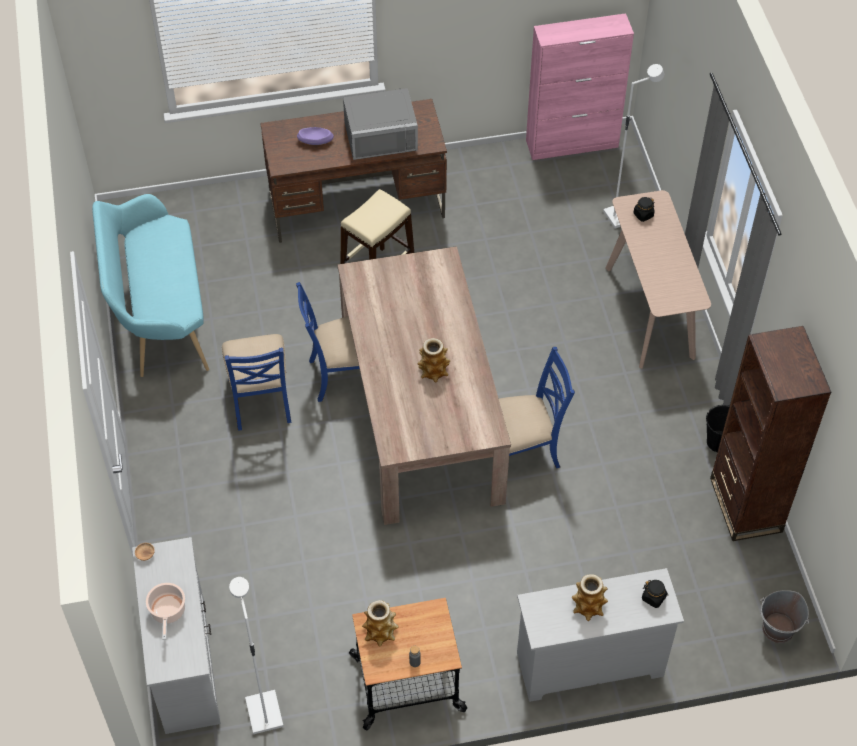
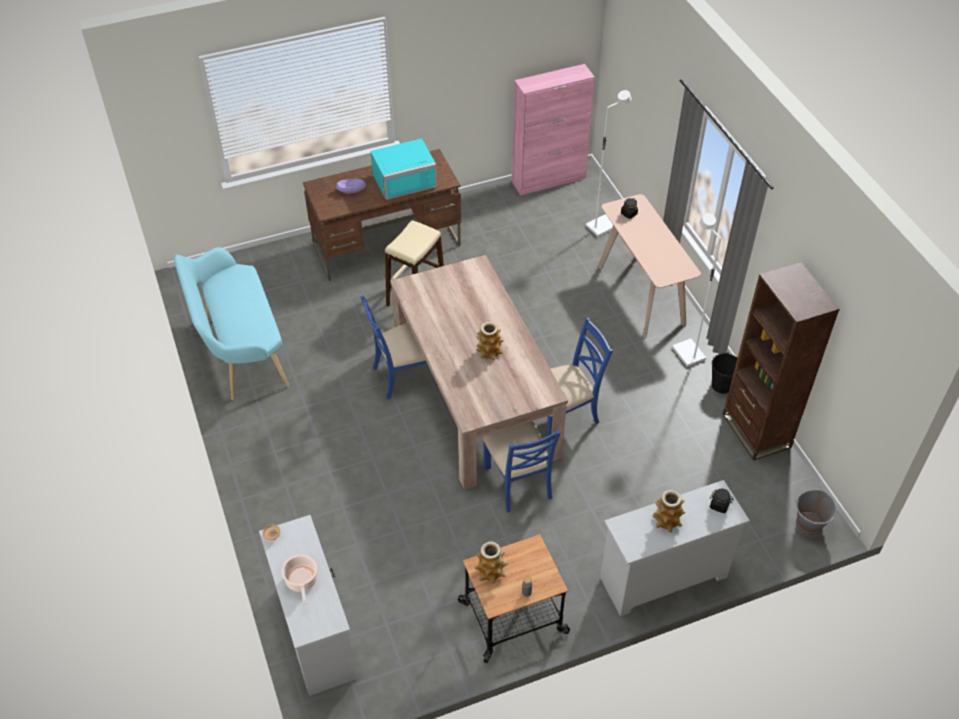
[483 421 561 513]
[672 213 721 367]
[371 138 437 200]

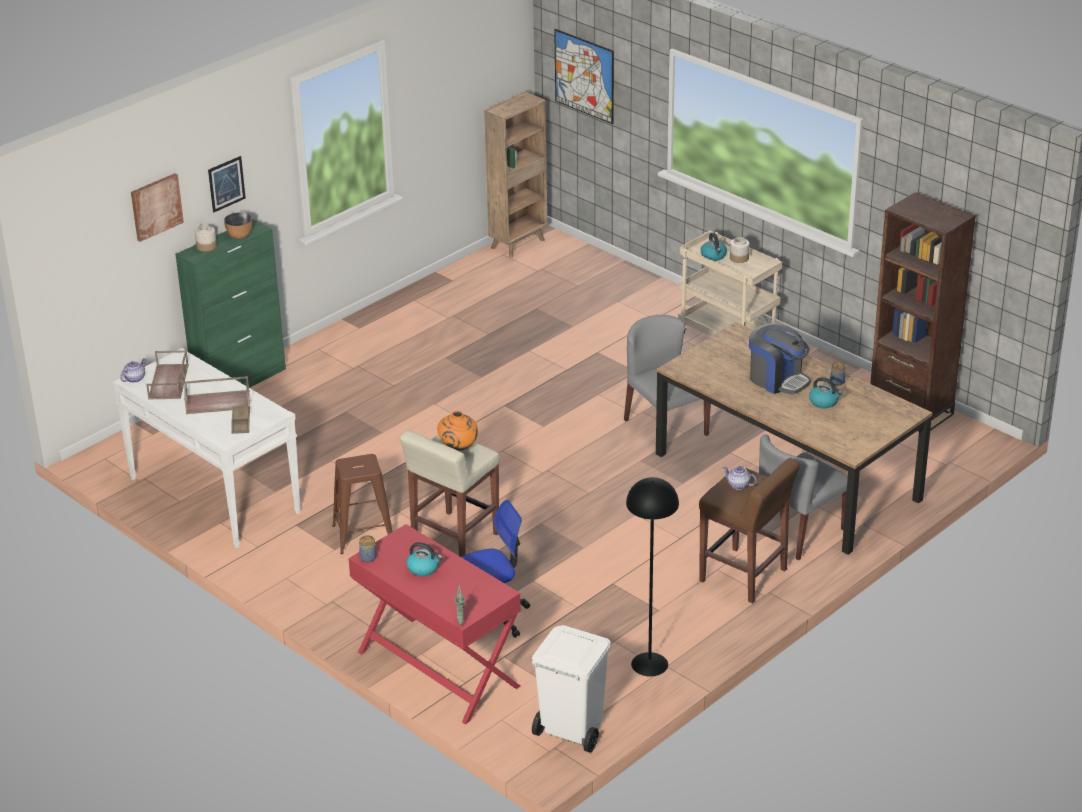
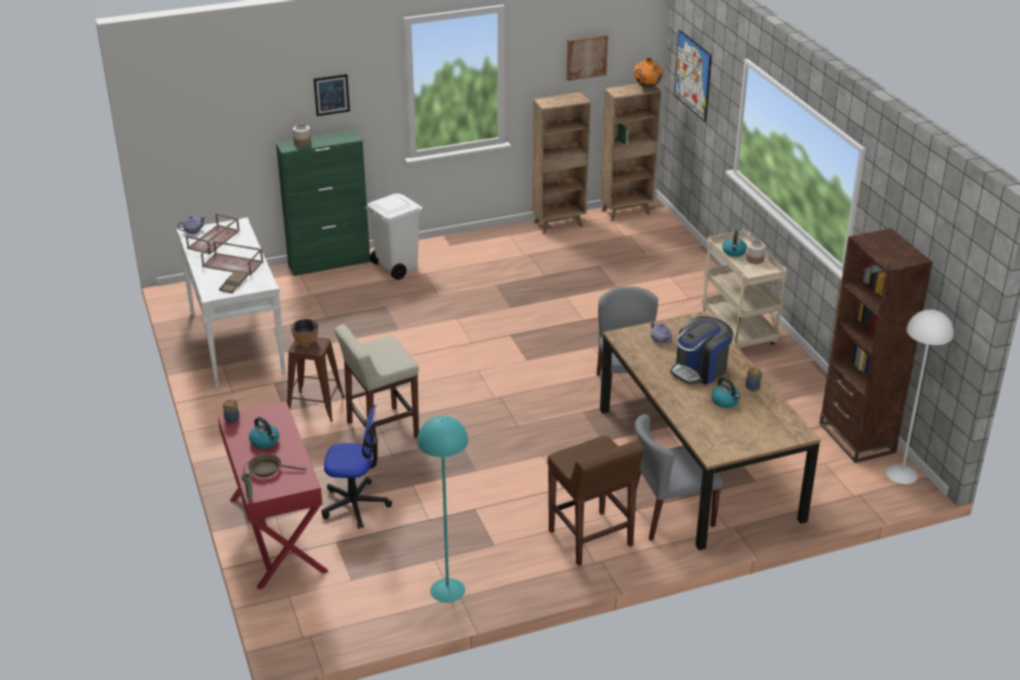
[566 34 608 81]
[291 319 318 345]
[634 58 663 89]
[365 194 422 280]
[417 416 468 603]
[650 321 672 343]
[670 316 733 385]
[248 454 306 477]
[532 92 590 234]
[886 309 954 484]

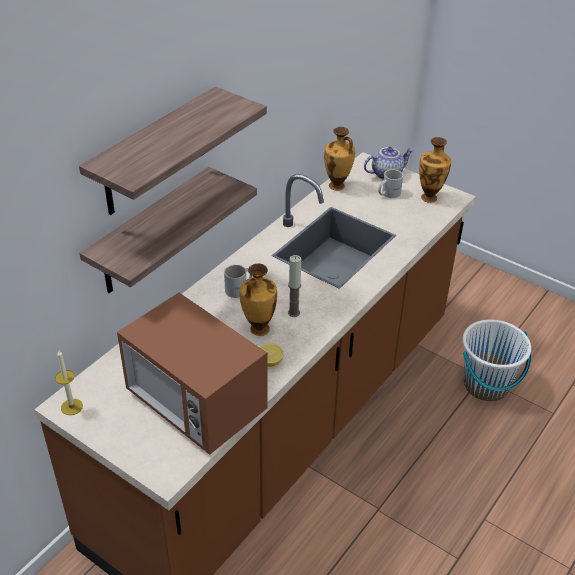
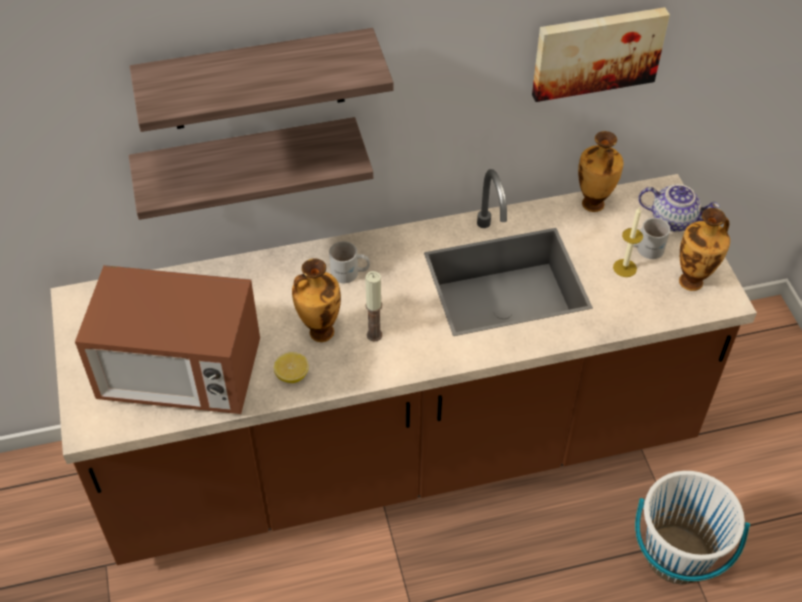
[613 206 643 277]
[75 265 260 414]
[532 7 670 102]

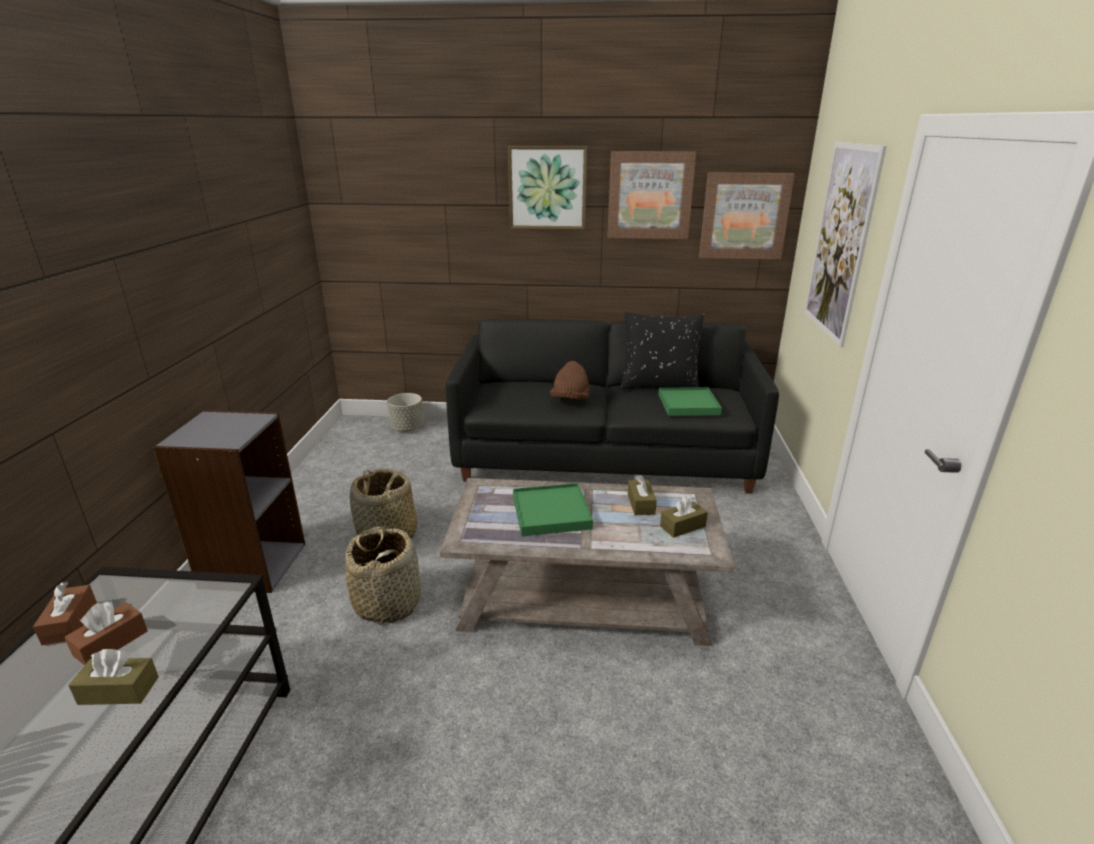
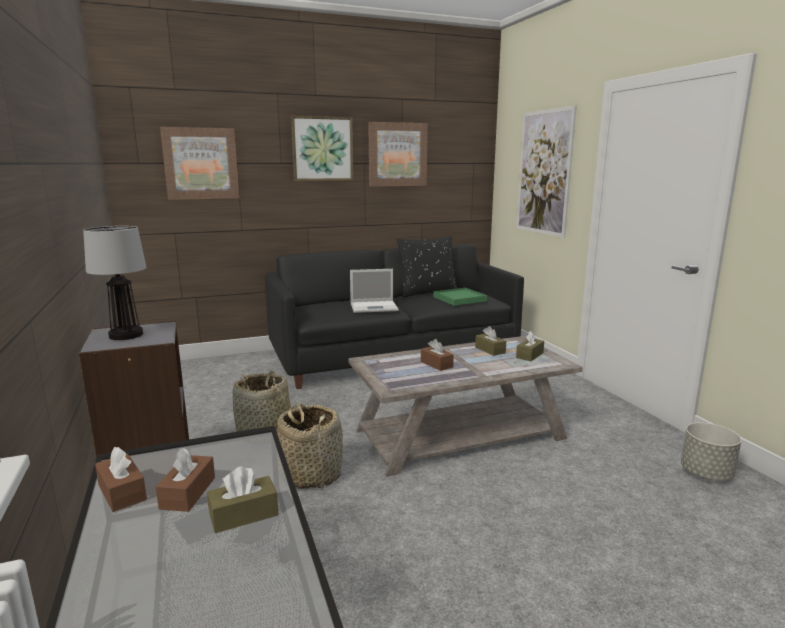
[681 423 742 481]
[421 339 454 371]
[350 269 399 313]
[160 127 240 200]
[83 226 146 340]

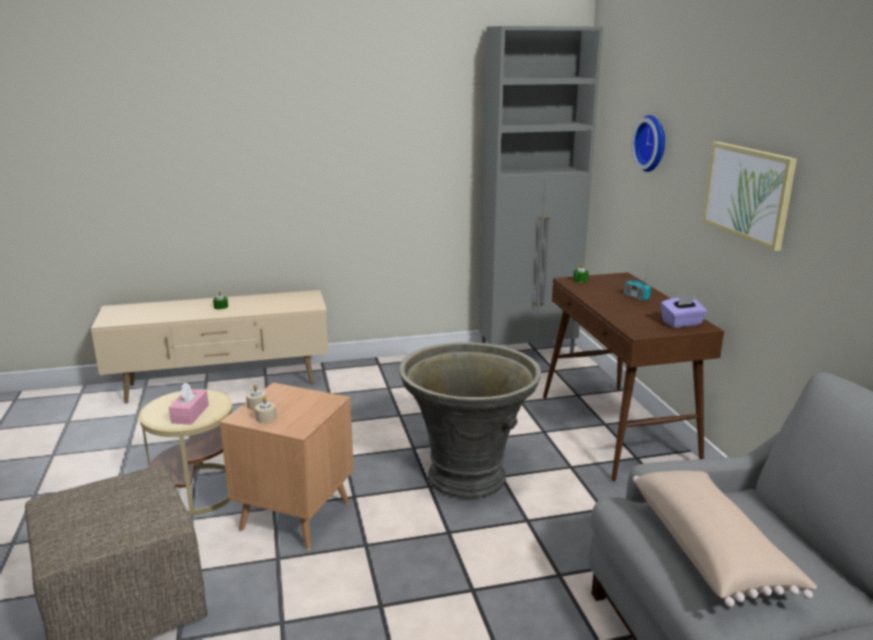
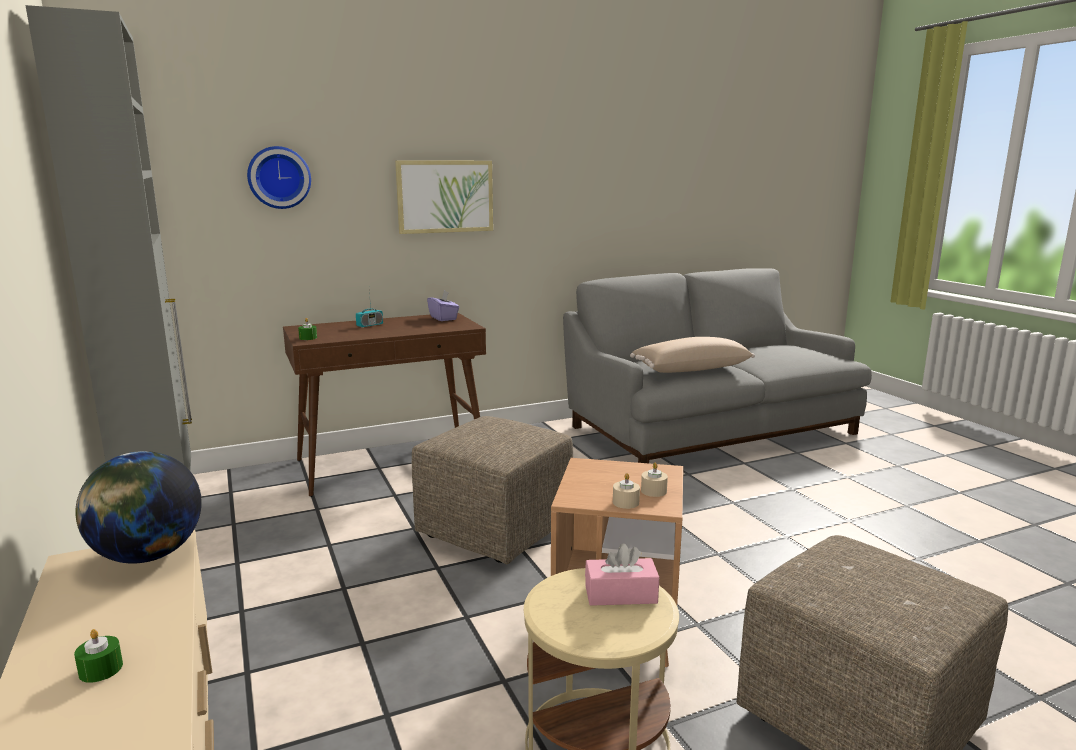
[412 416 573 565]
[75 451 202 563]

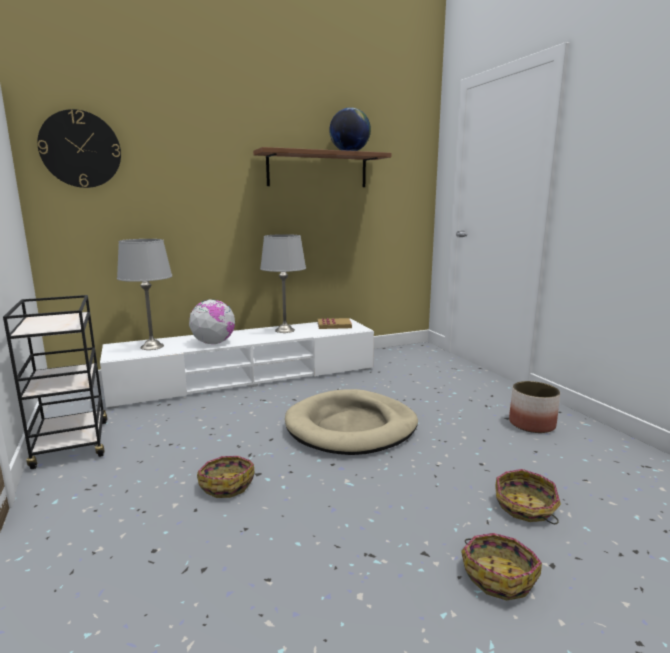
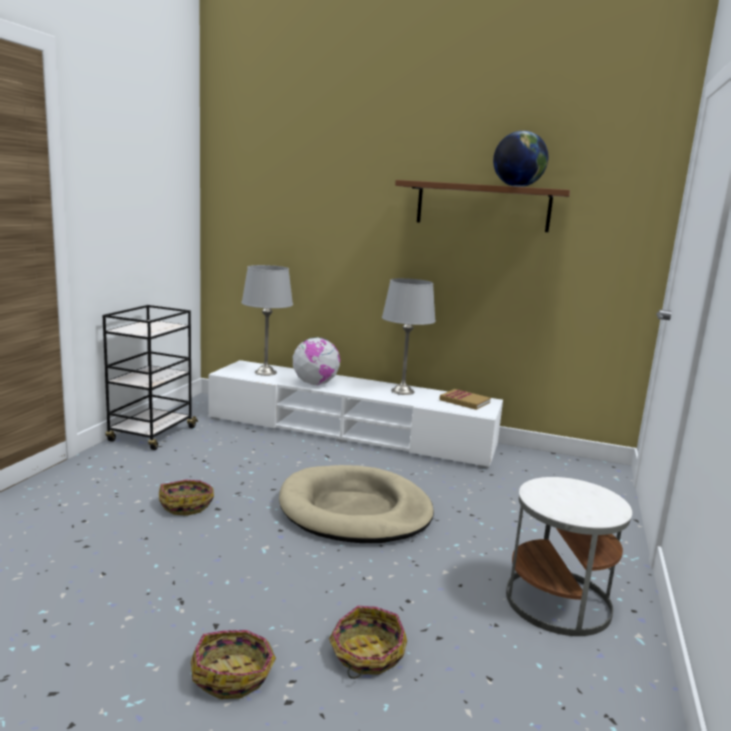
[37 109 121 188] (first image)
[506 477 632 636]

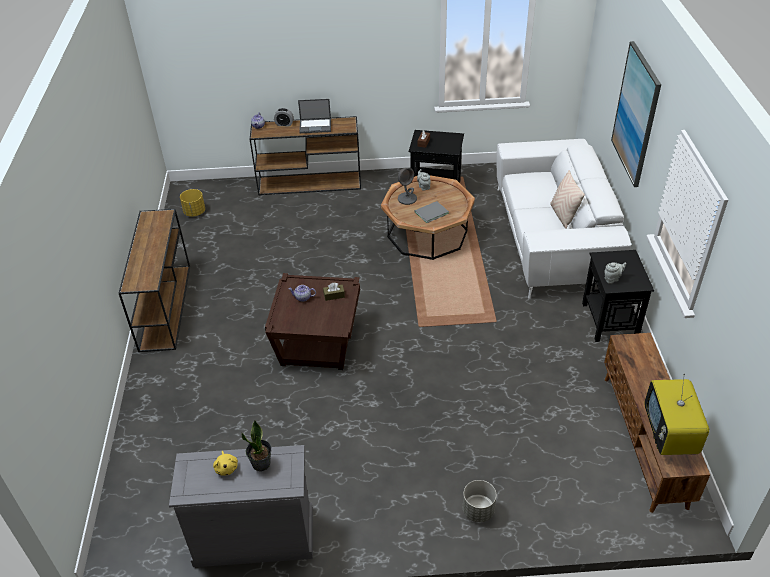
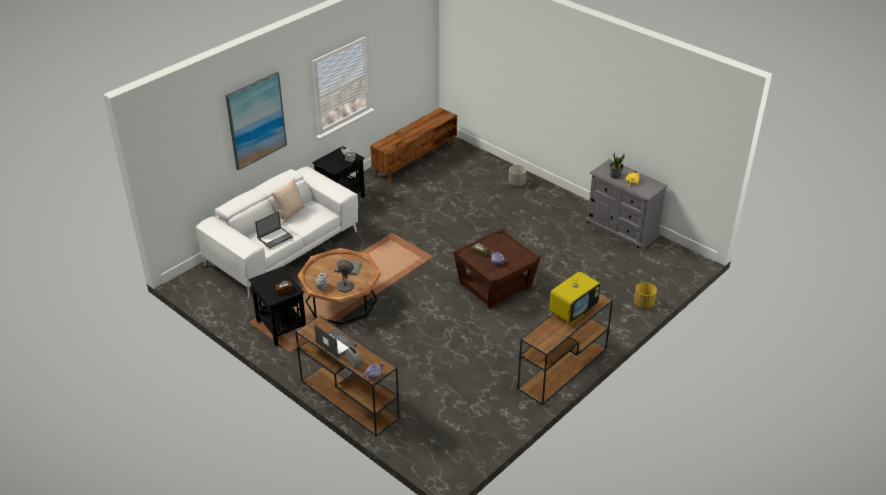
[634 282 657 308]
[549 268 601 324]
[255 211 293 249]

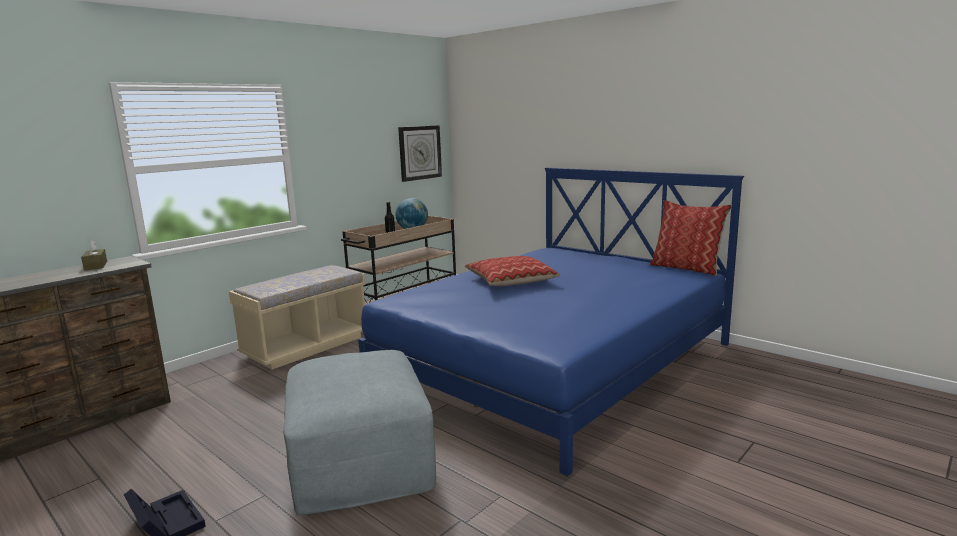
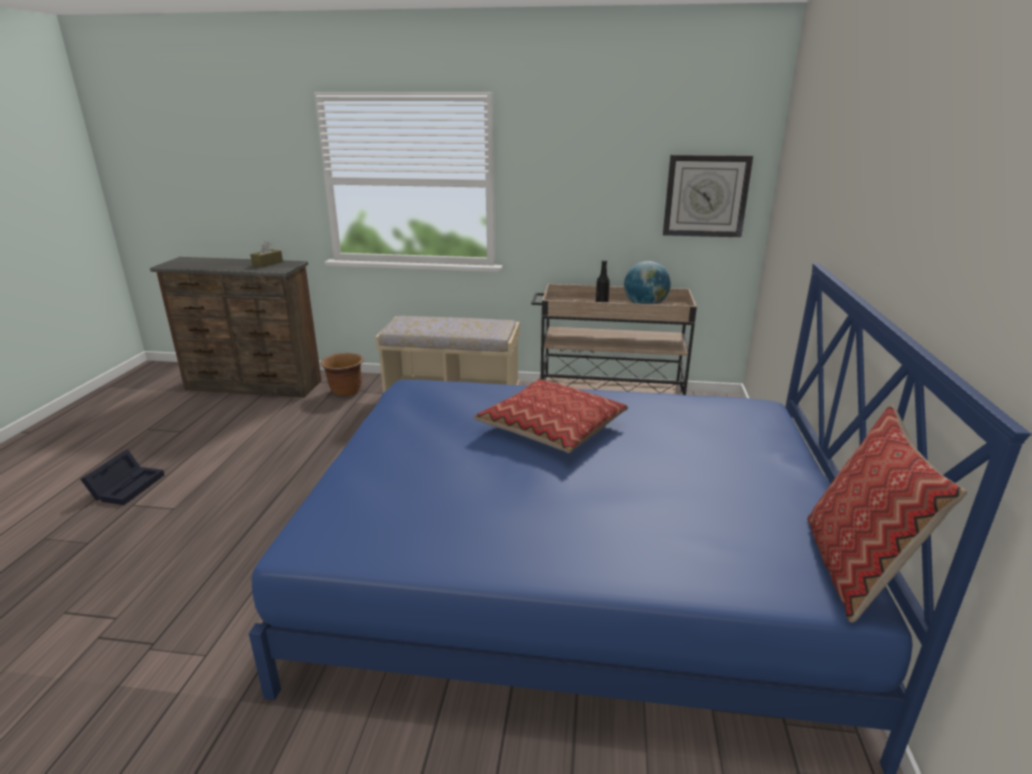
[283 350 436 515] (first image)
[320 353 364 396]

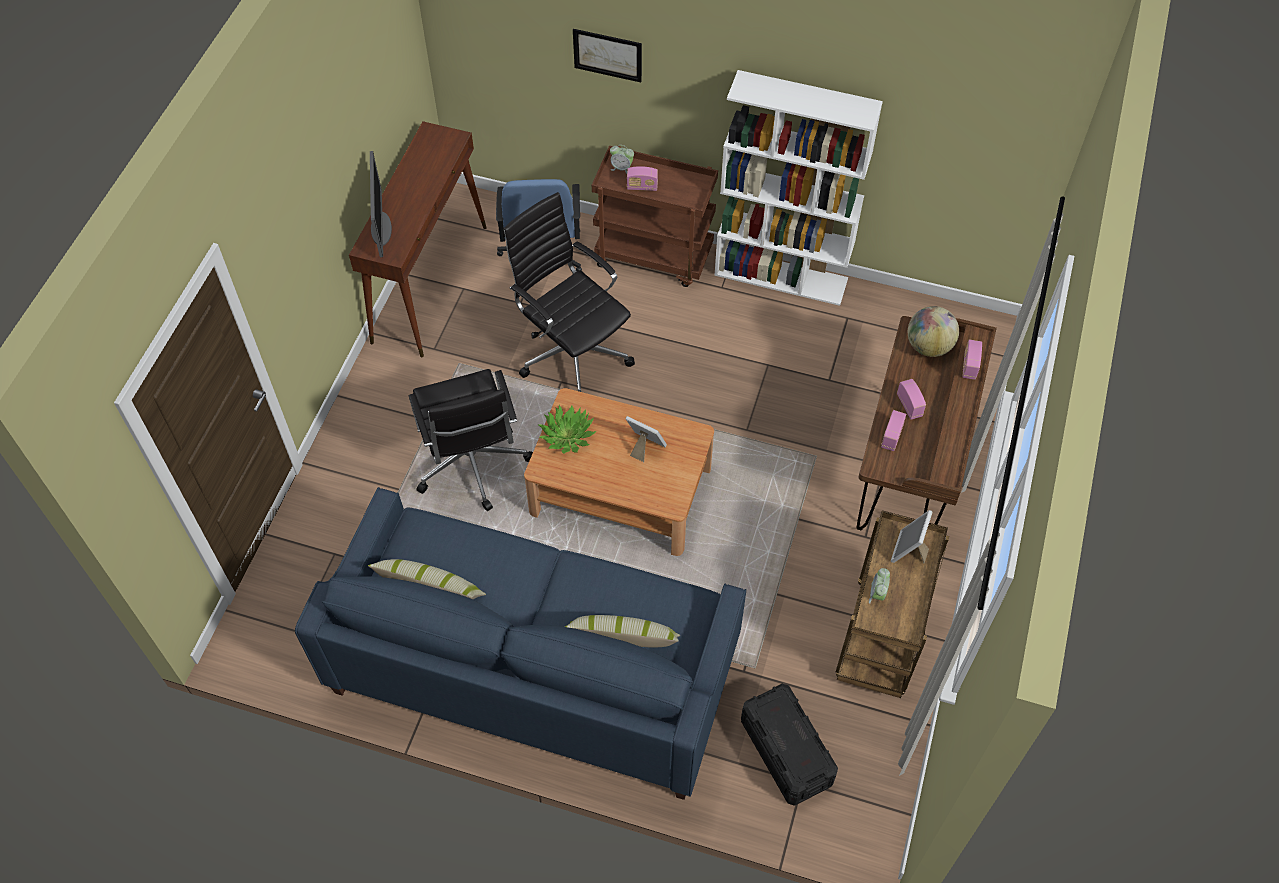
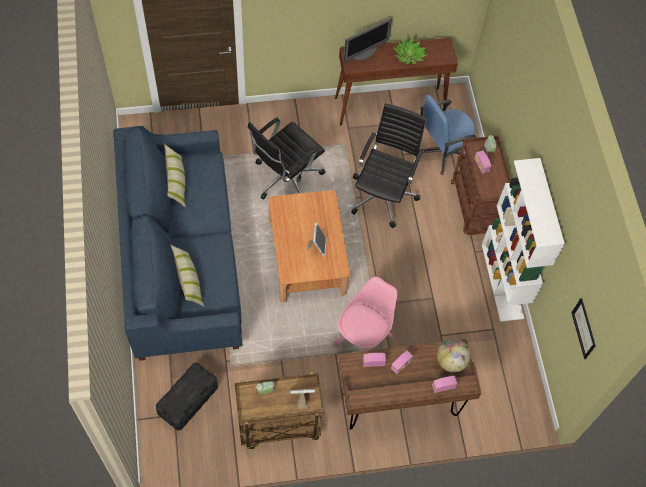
[393 37 427 64]
[571 298 596 359]
[332 277 397 351]

